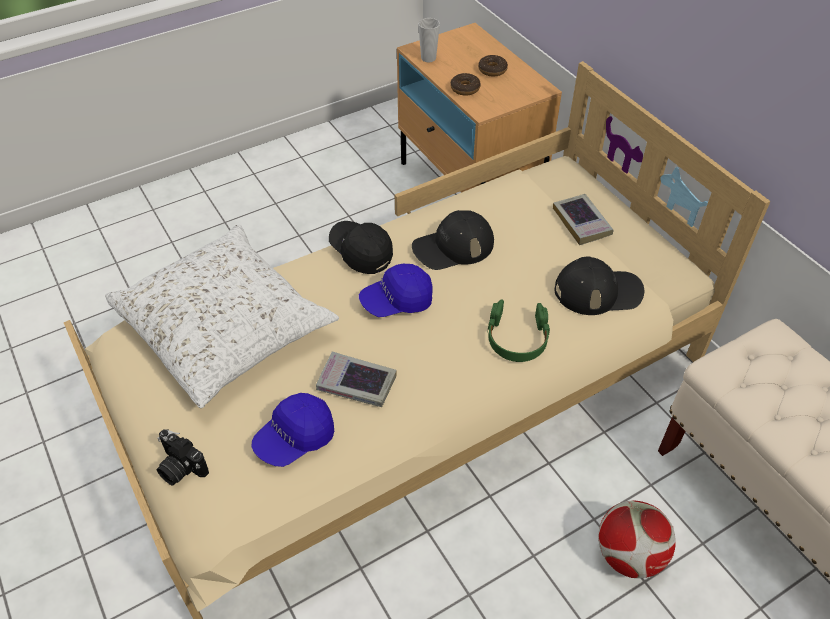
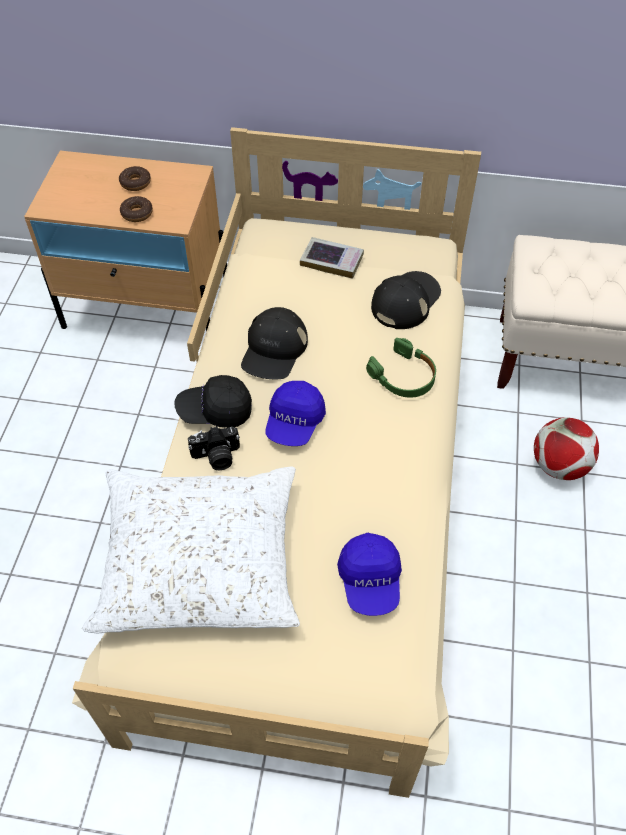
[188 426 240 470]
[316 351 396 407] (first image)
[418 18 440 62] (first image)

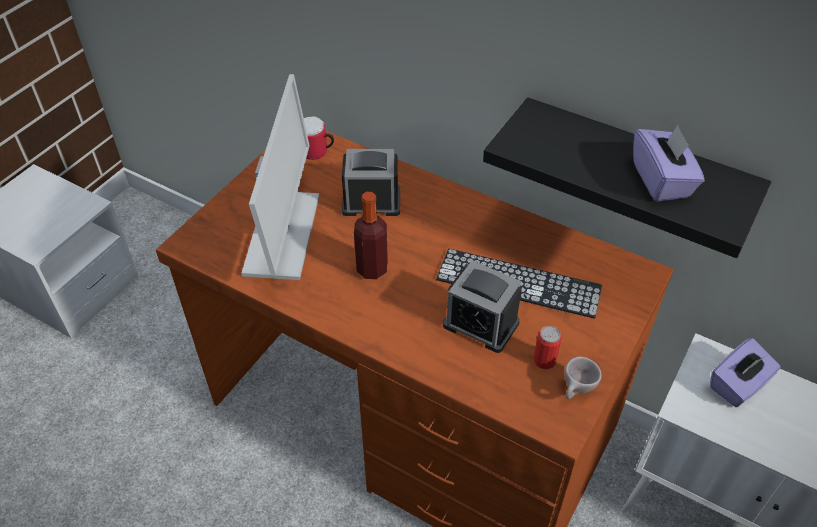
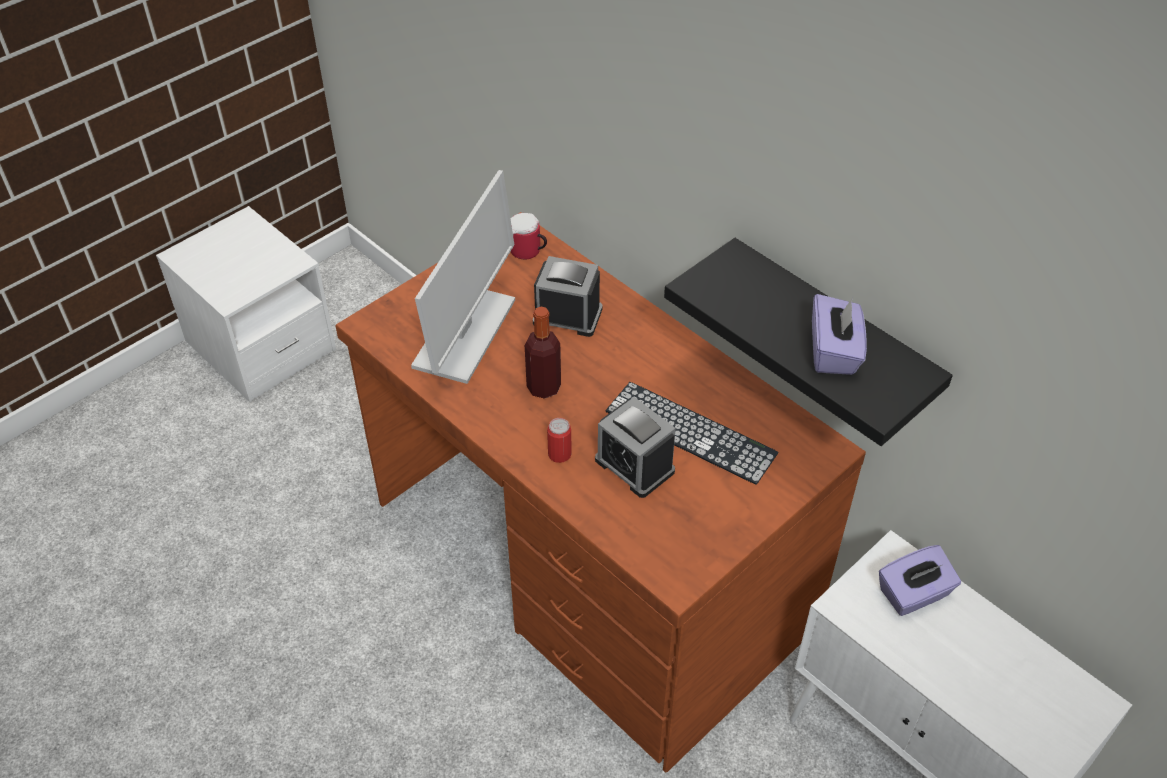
[547 418 572 463]
[564 356 602 399] (first image)

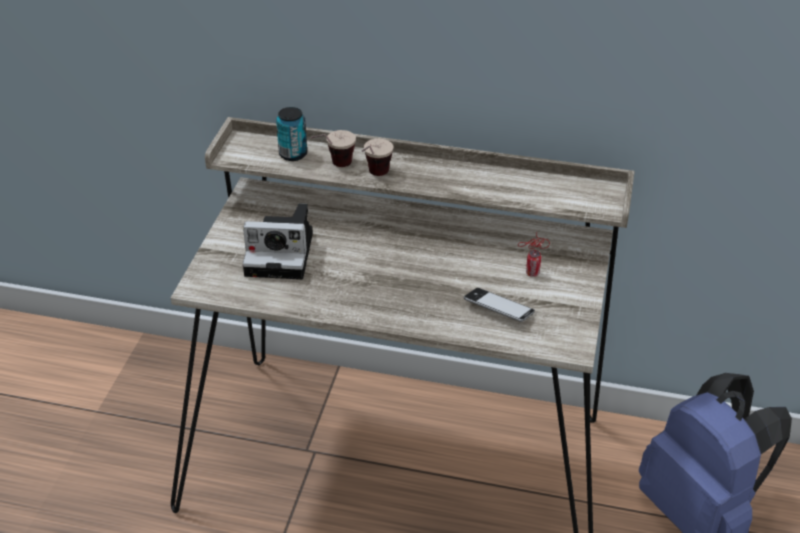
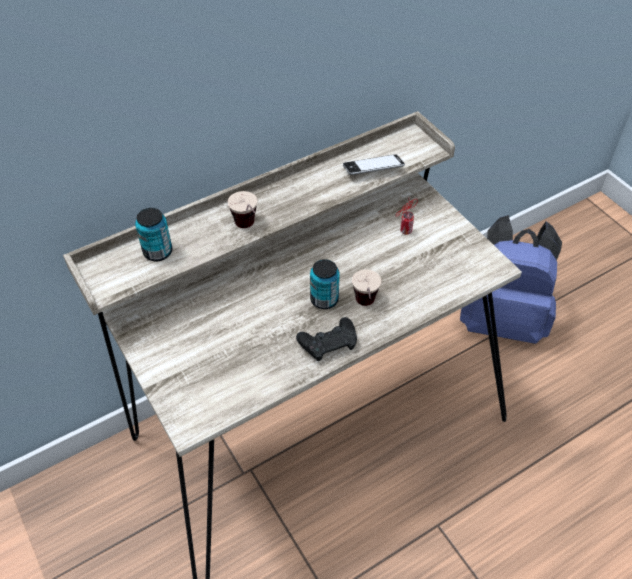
[242 203 313 279] (first image)
[352 269 381 306]
[343 154 405 175]
[296 317 357 362]
[310 259 340 309]

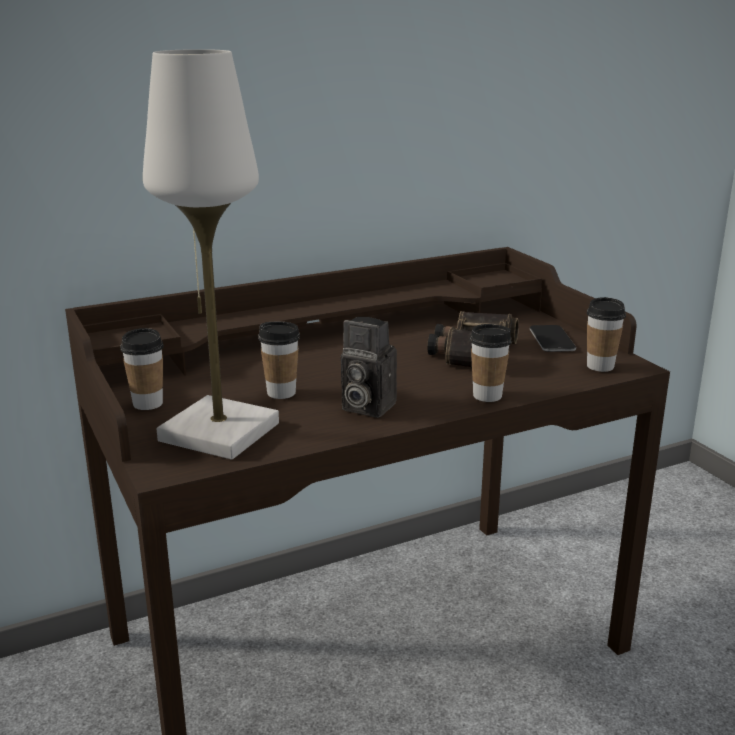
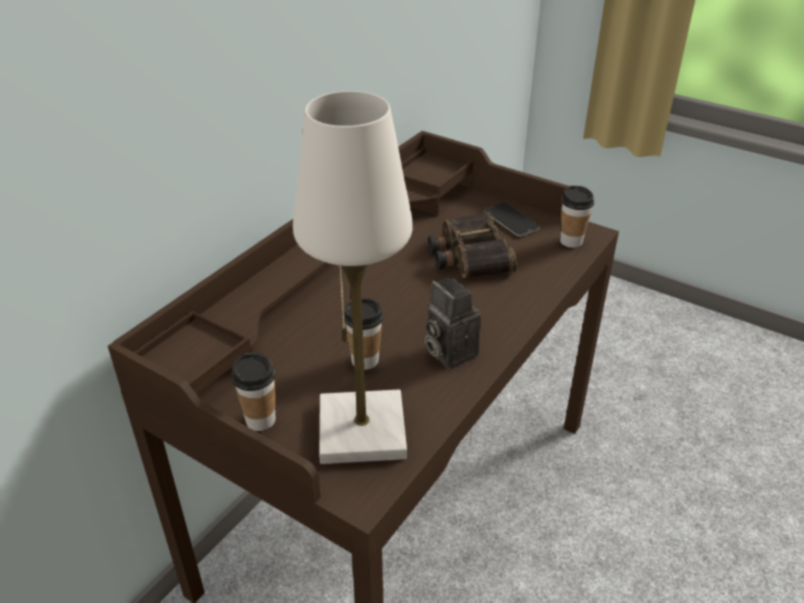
[425 277 481 369]
[470 324 512 402] (first image)

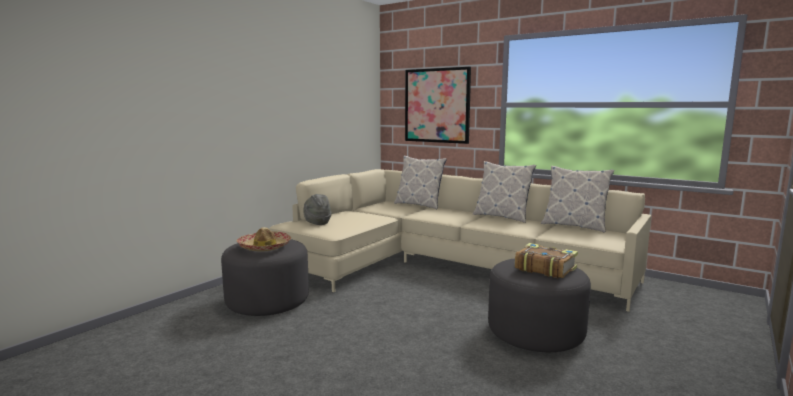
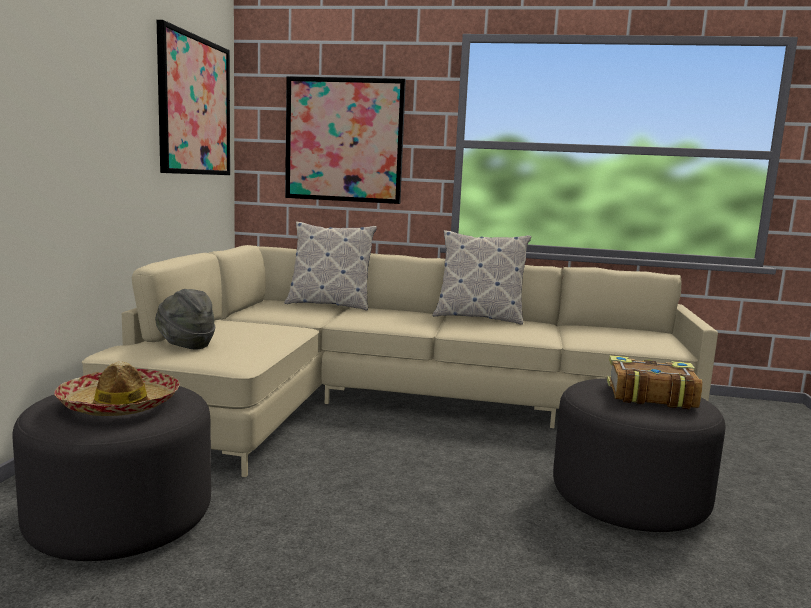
[541 166 614 233] (first image)
[157 20 230 175]

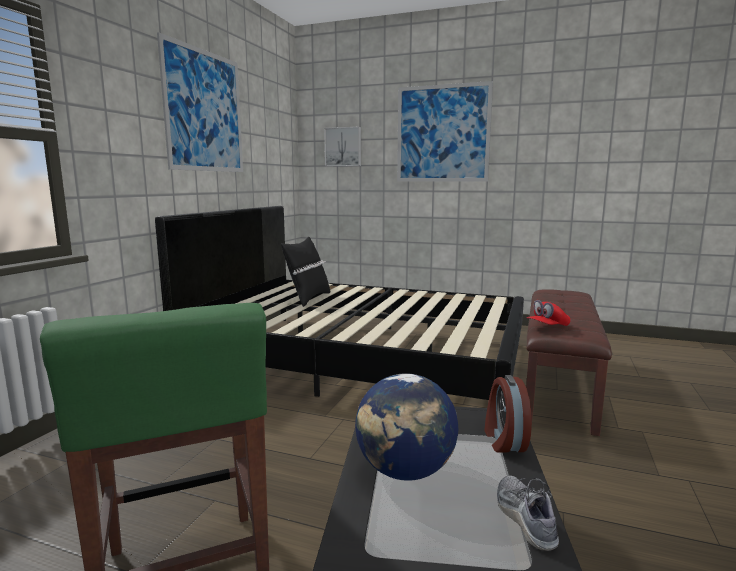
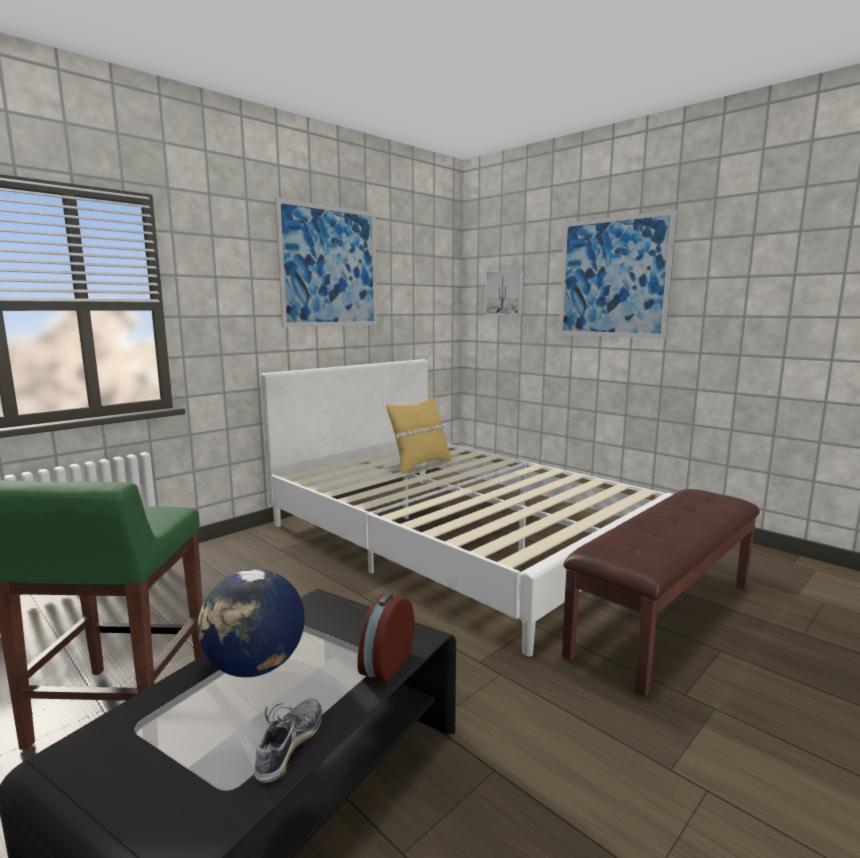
[260 359 673 657]
[386 397 451 474]
[527 300 571 326] (first image)

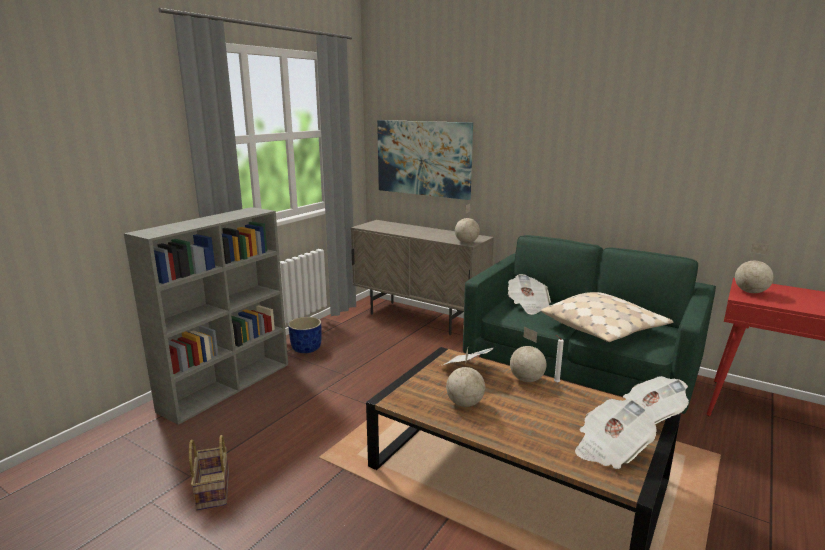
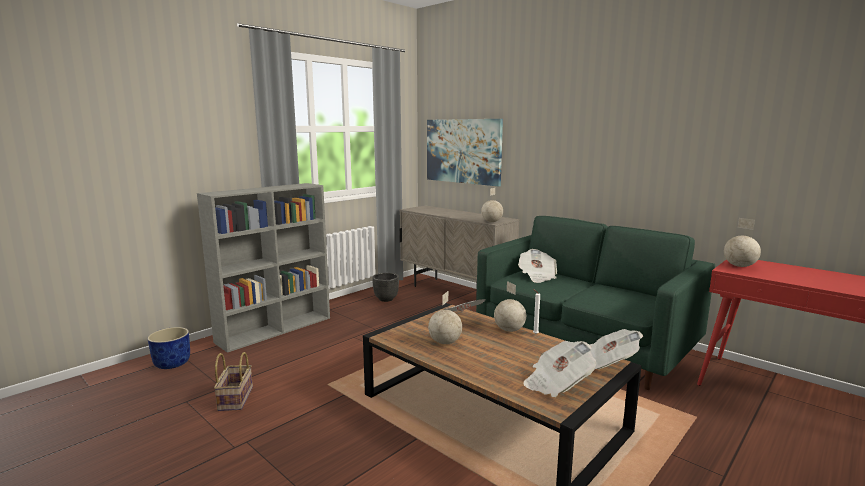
[148 327 190 369]
[541 292 674 342] (first image)
[372 273 399 302]

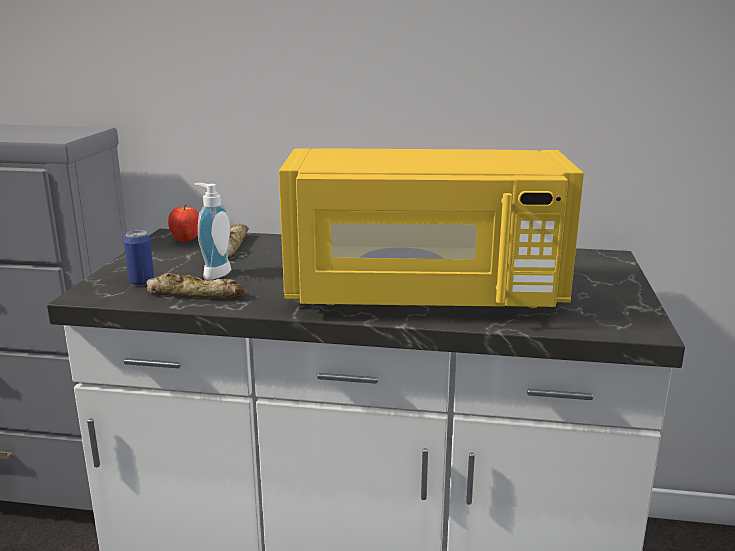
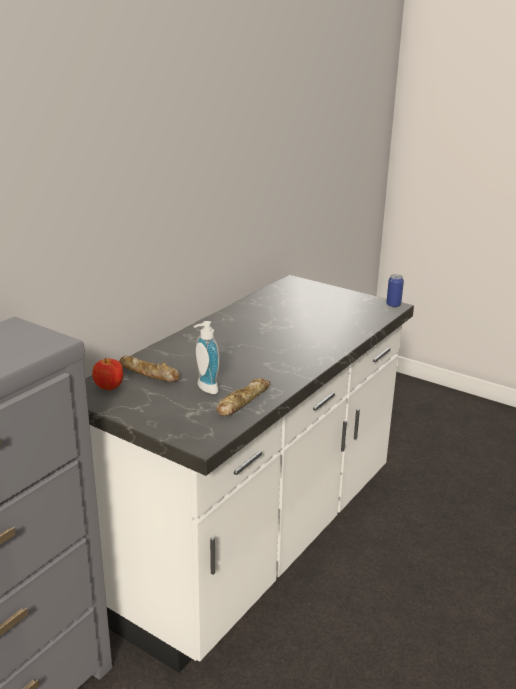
[386 274 404 307]
[279 148 584 308] (first image)

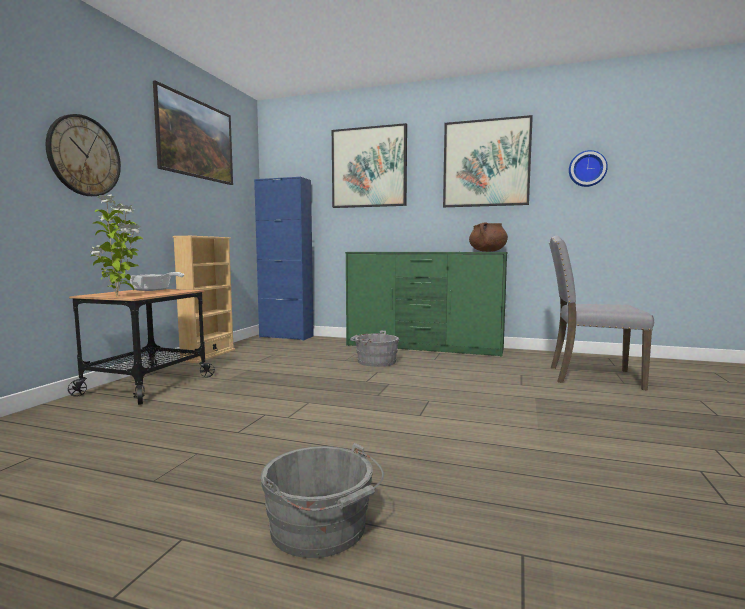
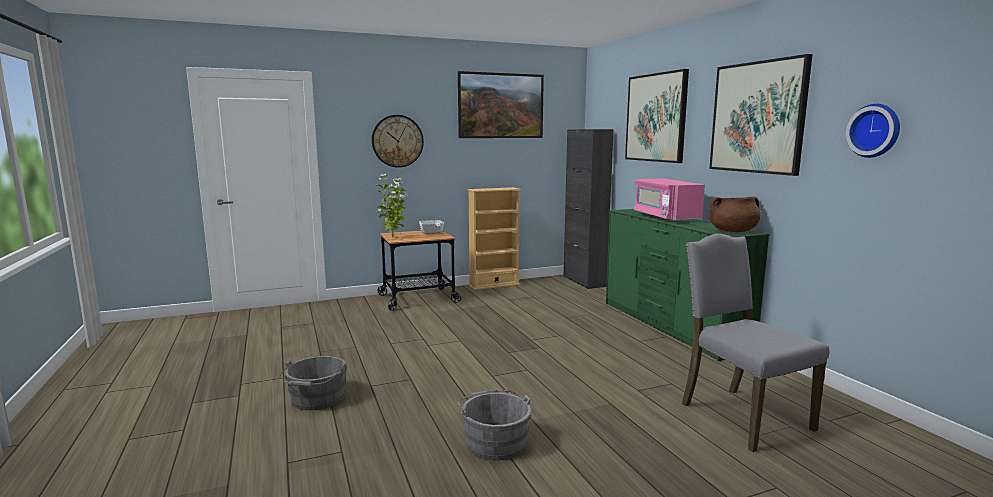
[563 129 614 289]
[458 389 532 461]
[634 178 705 222]

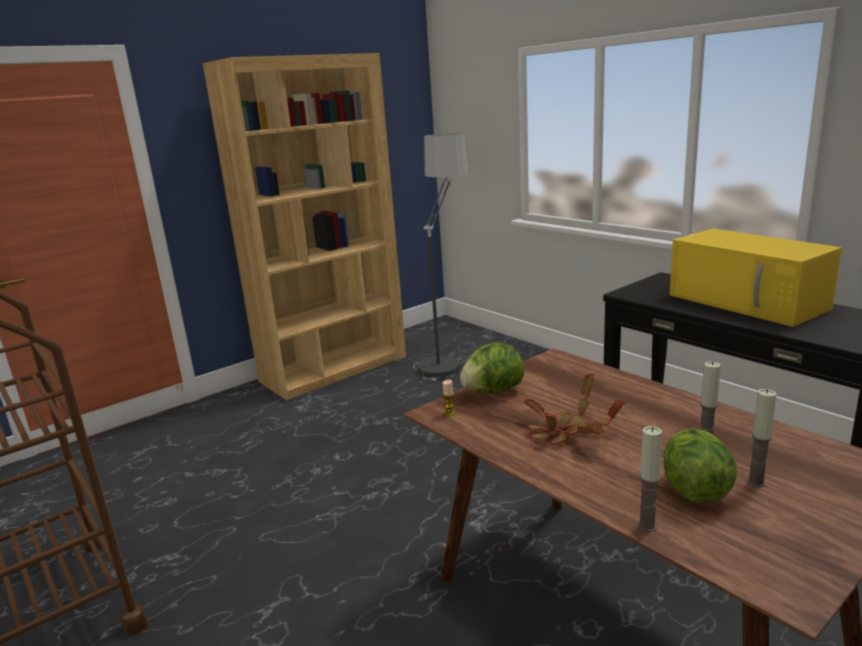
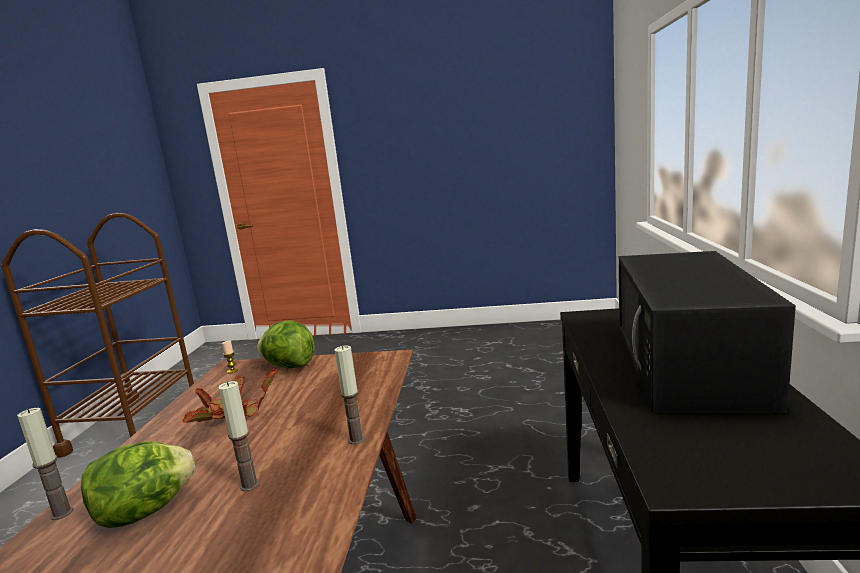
[203 53 406 400] (first image)
[413 133 469 381] (first image)
[619 251 796 413]
[335 346 365 444]

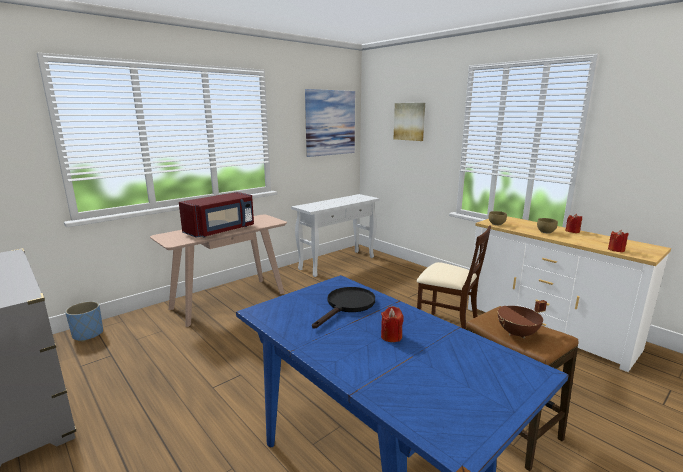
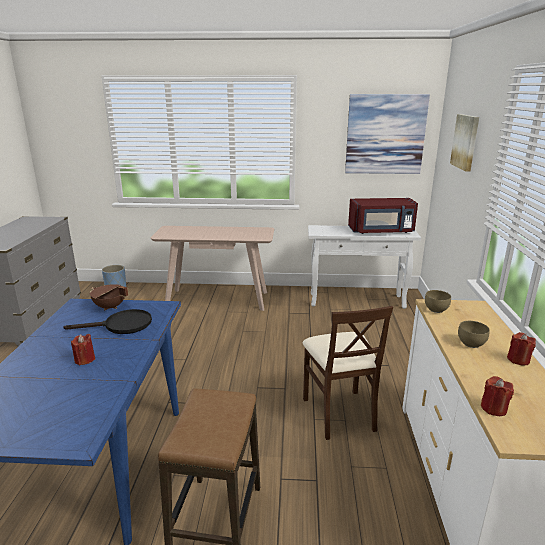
[348 198 418 234]
[90 284 129 310]

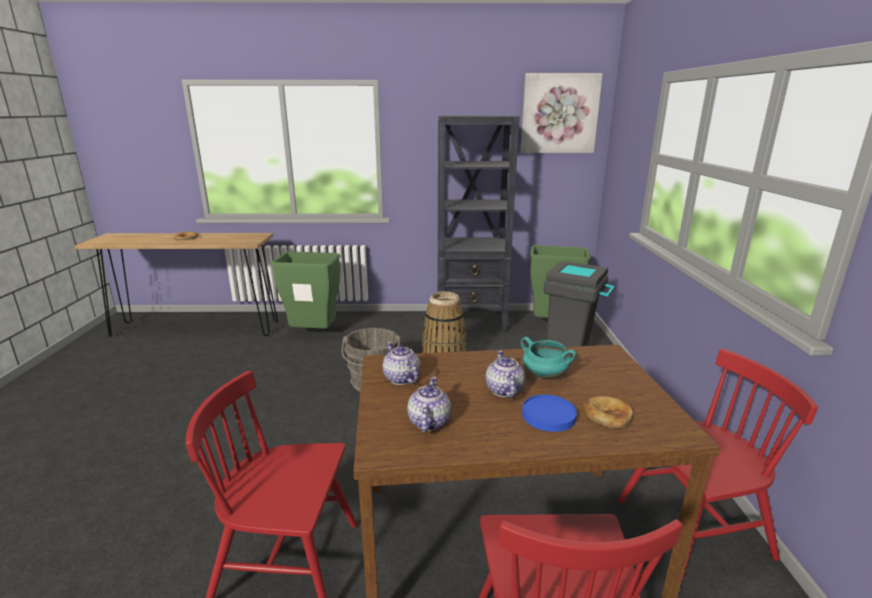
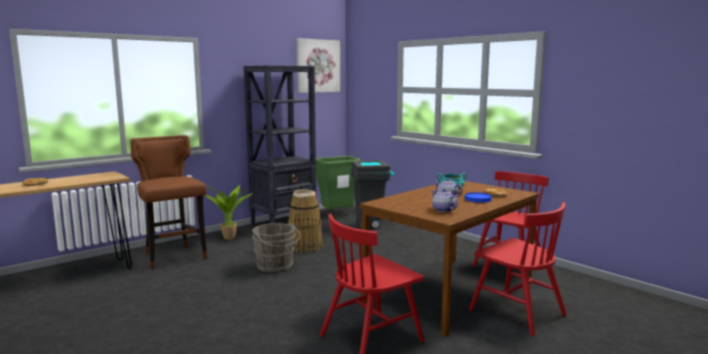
[130 135 207 270]
[383 342 420 385] (first image)
[205 185 252 240]

